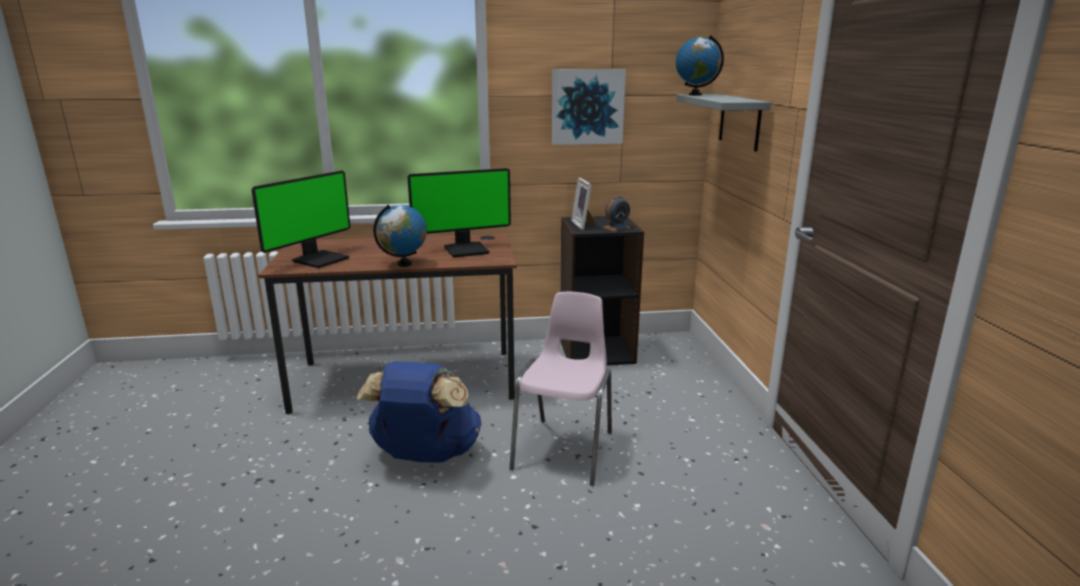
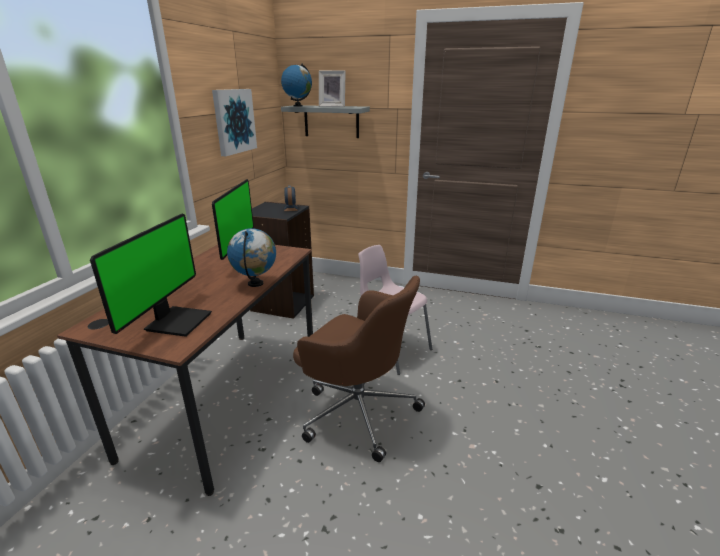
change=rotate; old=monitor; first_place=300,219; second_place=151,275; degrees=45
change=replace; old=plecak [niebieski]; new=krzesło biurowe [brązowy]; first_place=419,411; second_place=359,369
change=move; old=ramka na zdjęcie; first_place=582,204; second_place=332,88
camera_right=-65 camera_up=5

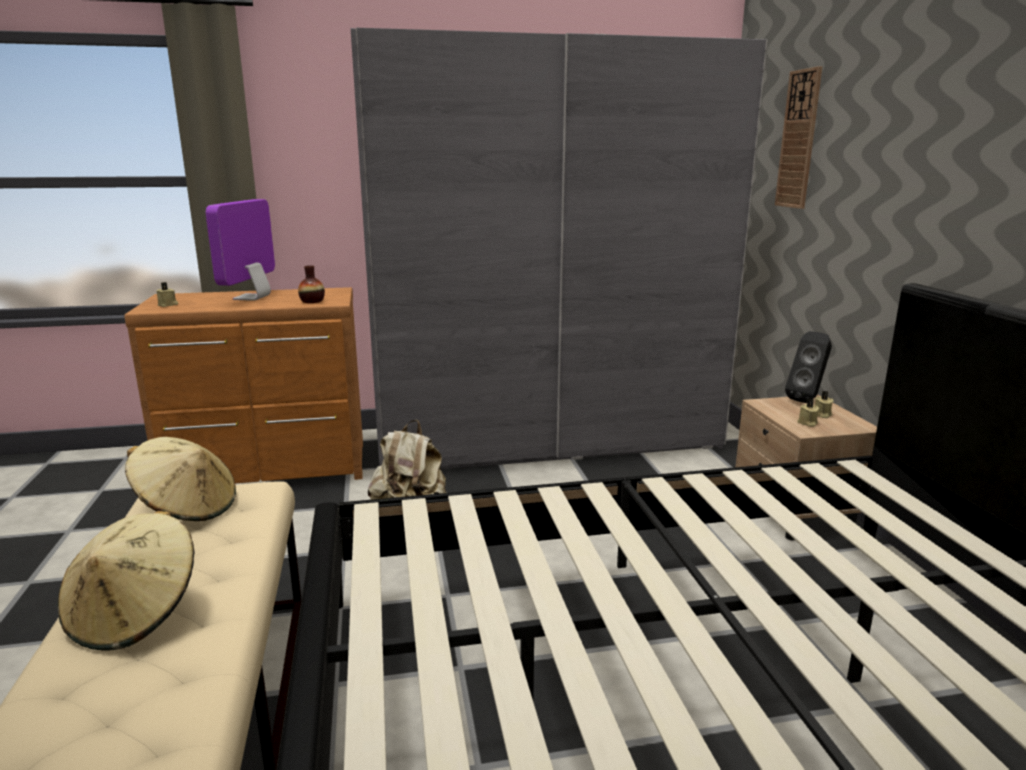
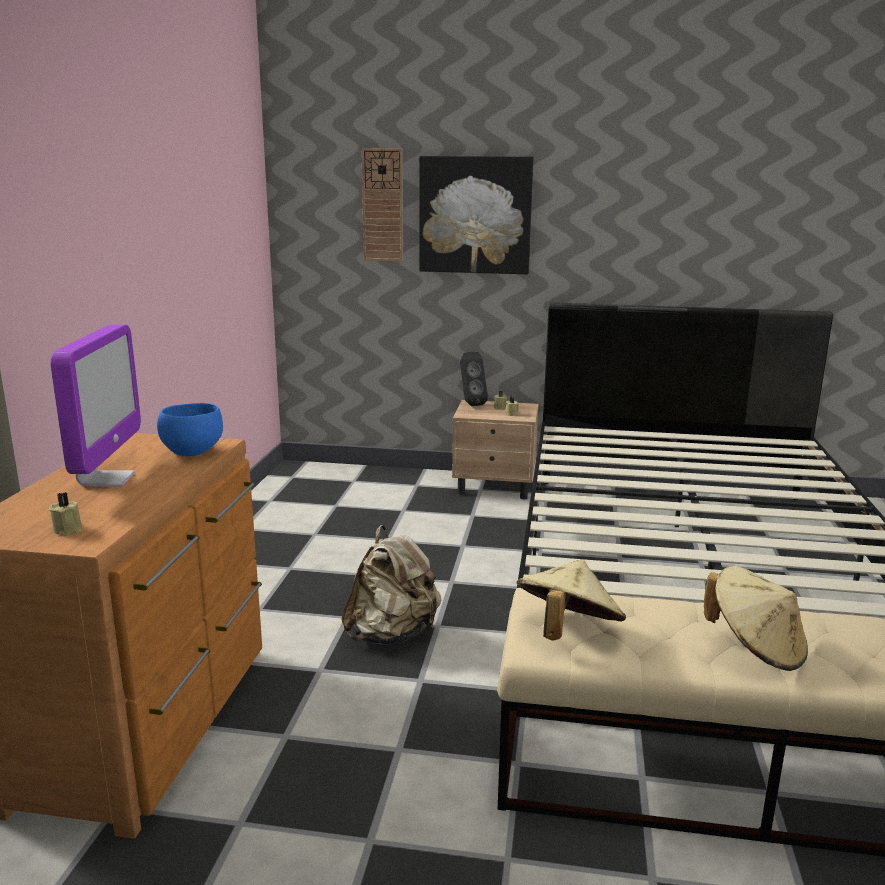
change=rotate; old=monitor; first_place=240,250; second_place=95,405; degrees=-120
change=replace; old=wazon; new=miska [niebieski]; first_place=311,284; second_place=190,429
change=insert; new=obraz; second_place=476,215
change=delete; old=szafa [szary]; first_place=559,248
camera_right=-70 camera_up=0

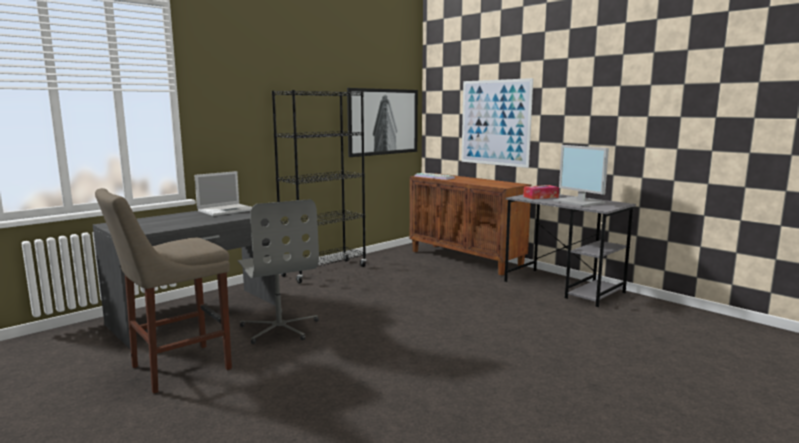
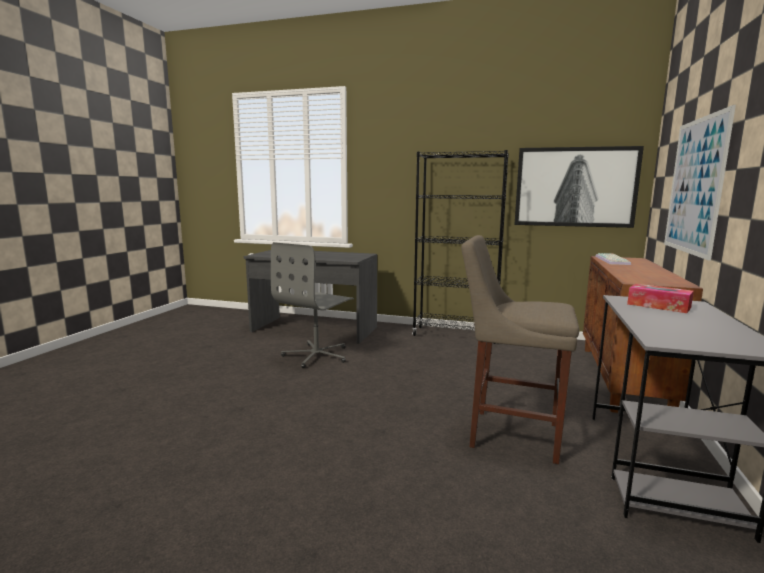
change=move; old=stołek [beżowy]; first_place=163,291; second_place=520,349
change=delete; old=laptop; first_place=223,193
change=delete; old=monitor; first_place=581,176
camera_right=60 camera_up=0

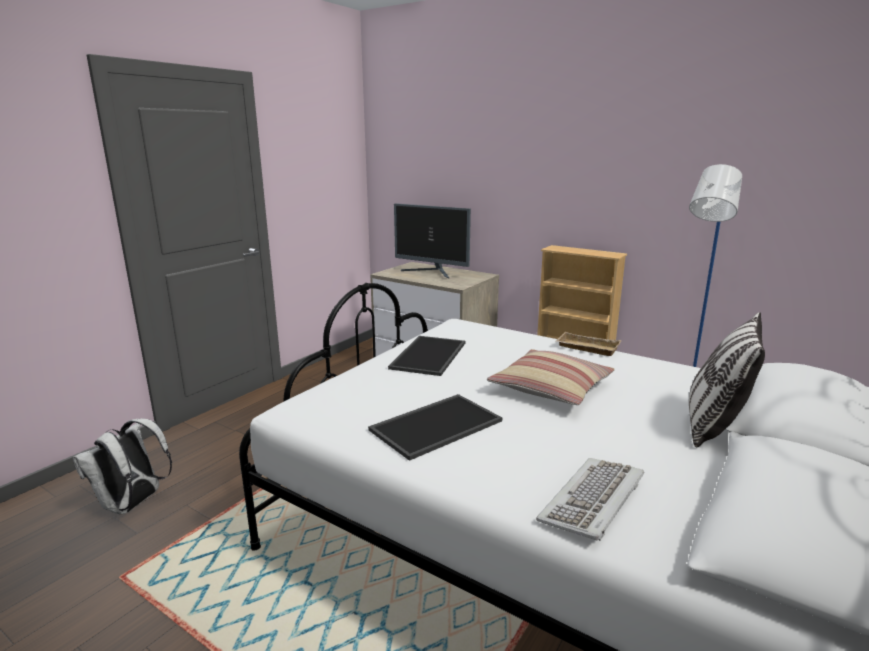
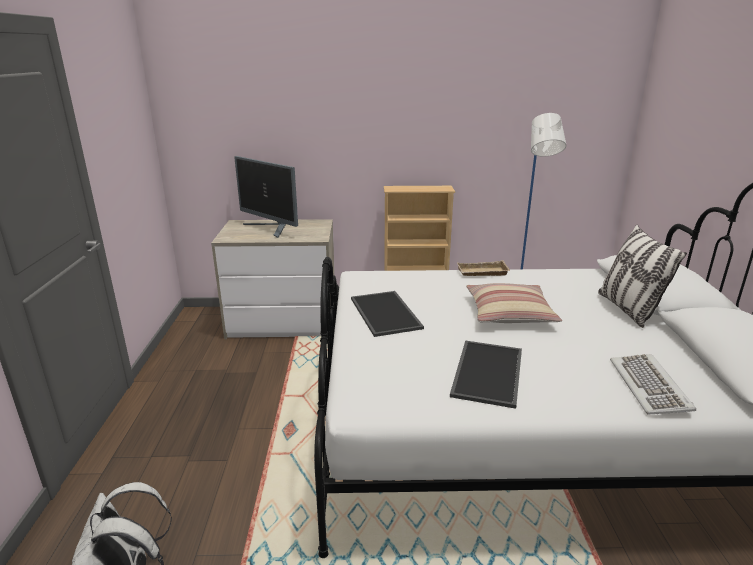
change=rotate; old=monitor; first_place=432,241; second_place=266,197; degrees=45
camera_right=-35 camera_up=5

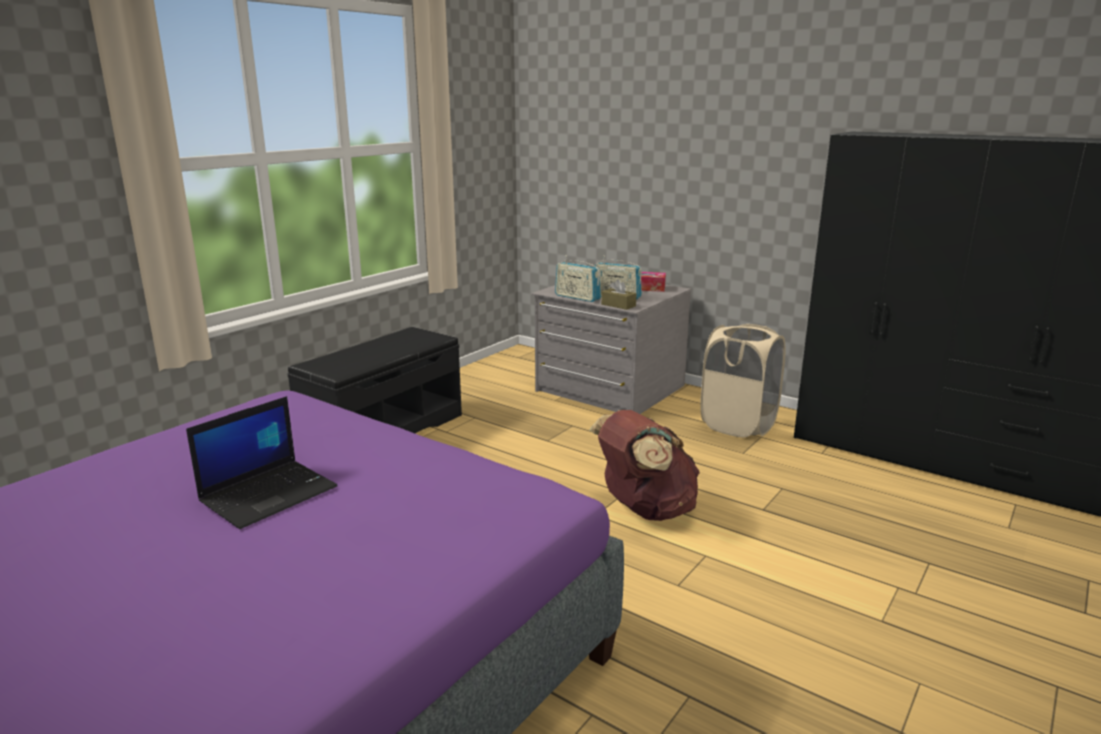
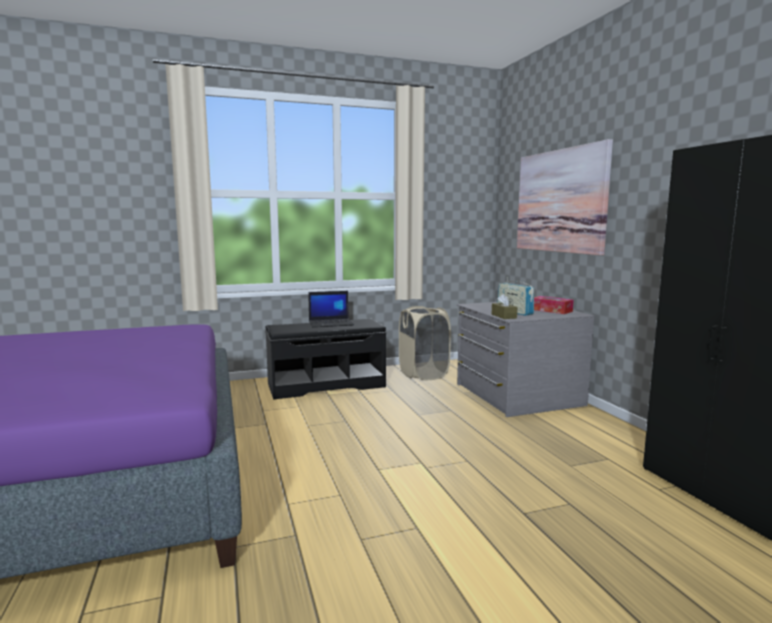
change=move; old=laptop; first_place=262,462; second_place=331,309
change=move; old=kosz na pranie [beżowy]; first_place=743,380; second_place=425,343
change=insert; new=obraz; second_place=565,197
change=delete; old=radio; first_place=578,278
change=delete; old=plecak [brązowy]; first_place=644,465
camera_right=35 camera_up=-10

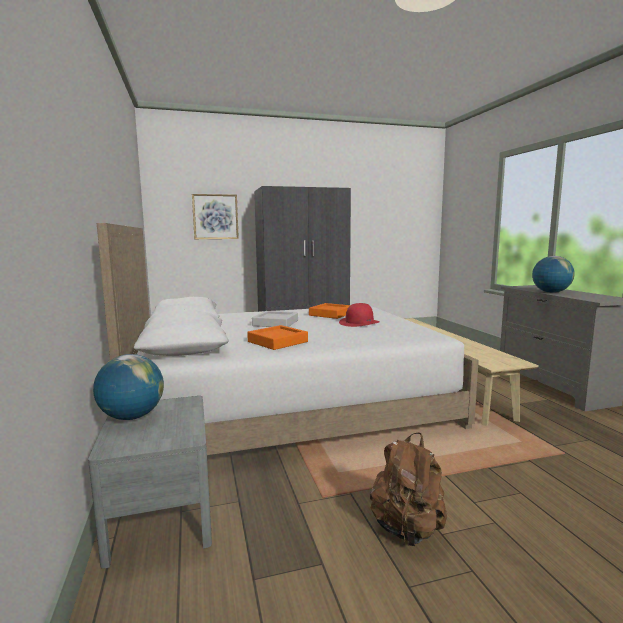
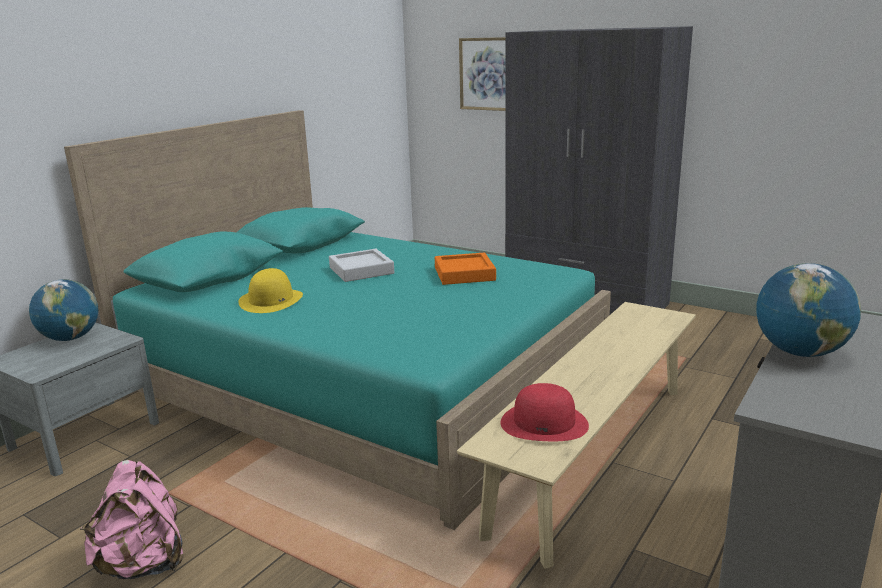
change=recolor; old=łóżko [biały]; new=łóżko [turkusowy]; first_place=288,339; second_place=337,320
change=recolor; old=plecak [brązowy]; new=plecak [różowy]; first_place=408,489; second_place=131,519
change=replace; old=taca [pomarańczowy]; new=kapelusz [żółty]; first_place=277,337; second_place=270,290
change=move; old=kapelusz [czerwony]; first_place=359,315; second_place=545,412
camera_right=50 camera_up=10

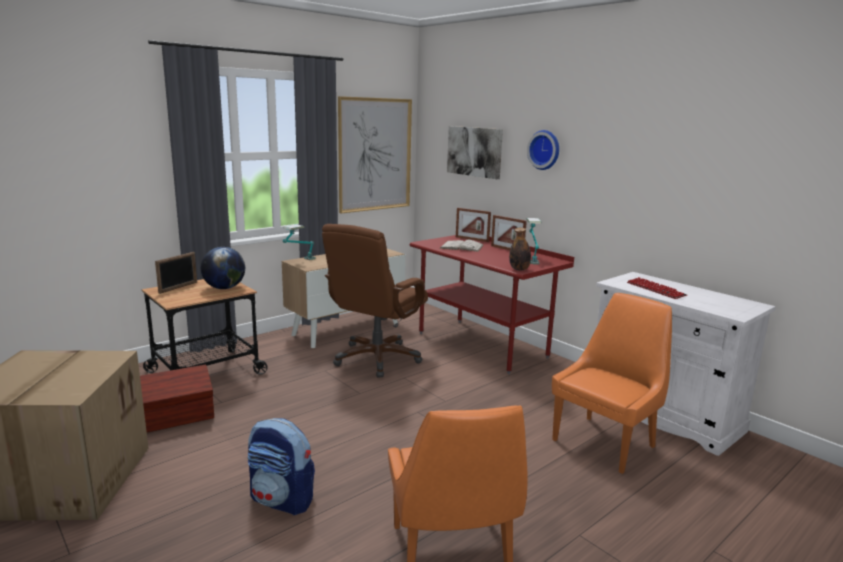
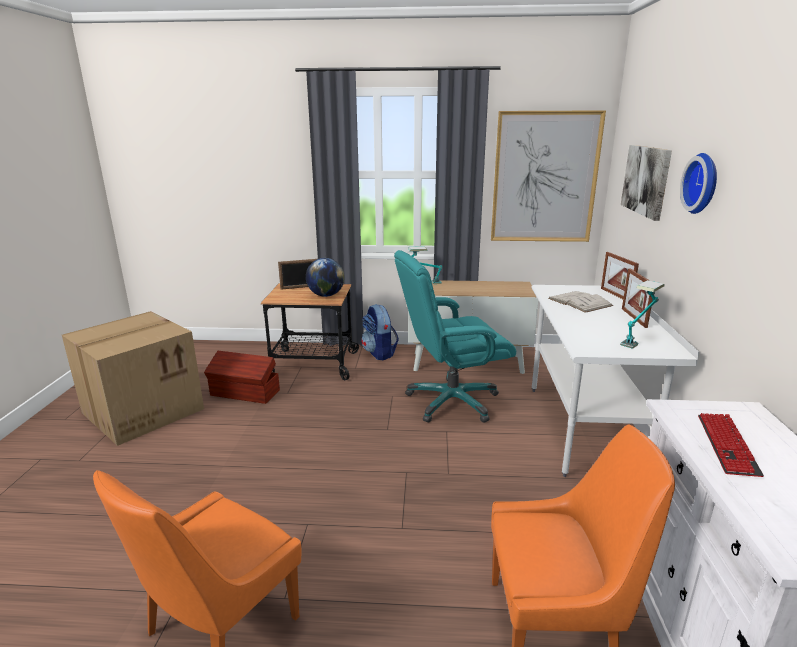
change=move; old=plecak; first_place=281,466; second_place=380,332
change=recolor; old=krzesło biurowe [brązowy]; new=krzesło biurowe [turkusowy]; first_place=375,300; second_place=455,336
change=recolor; old=biurko [czerwony]; new=biurko [biały]; first_place=492,304; second_place=615,381
change=delete; old=butelka; first_place=520,249
camera_right=45 camera_up=5

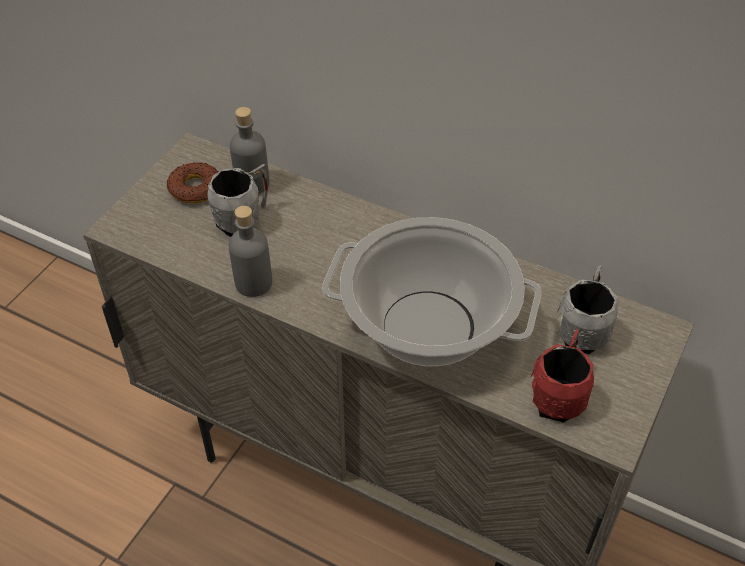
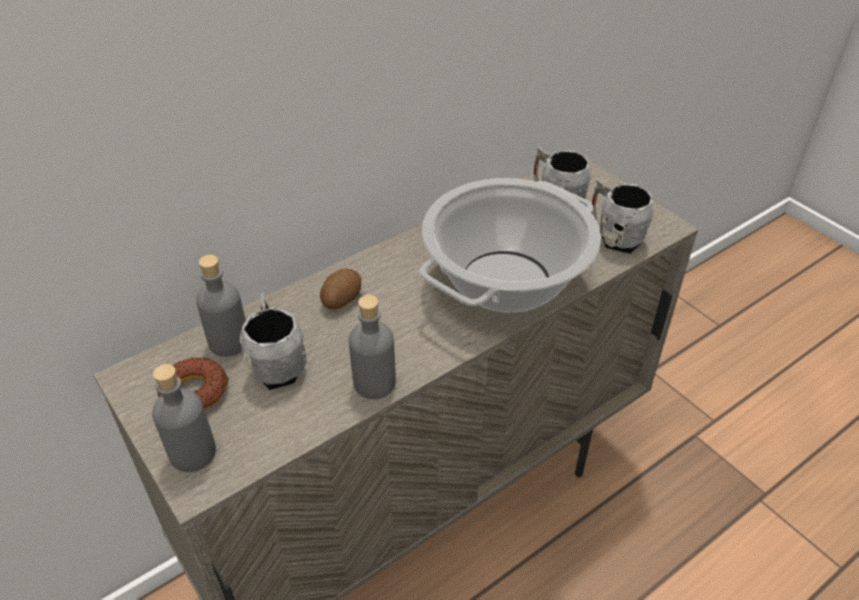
change=insert; new=butelka [szary]; second_place=184,418
change=insert; new=ziemniak; second_place=340,288
change=recolor; old=kubek [czerwony]; new=kubek [szary]; first_place=562,376; second_place=623,216
camera_right=-65 camera_up=-5

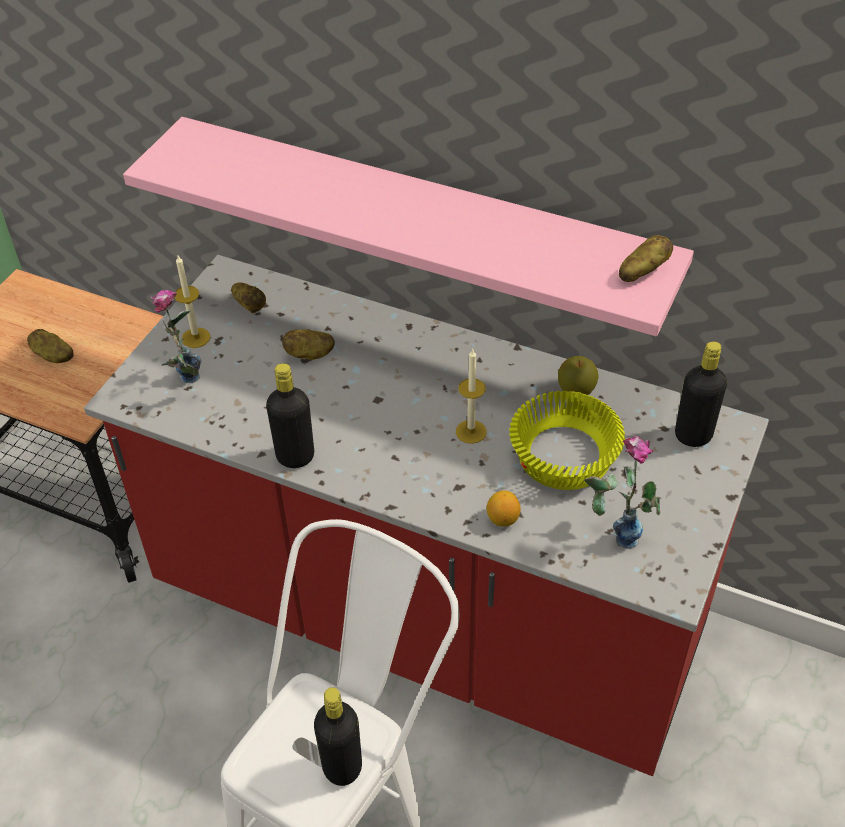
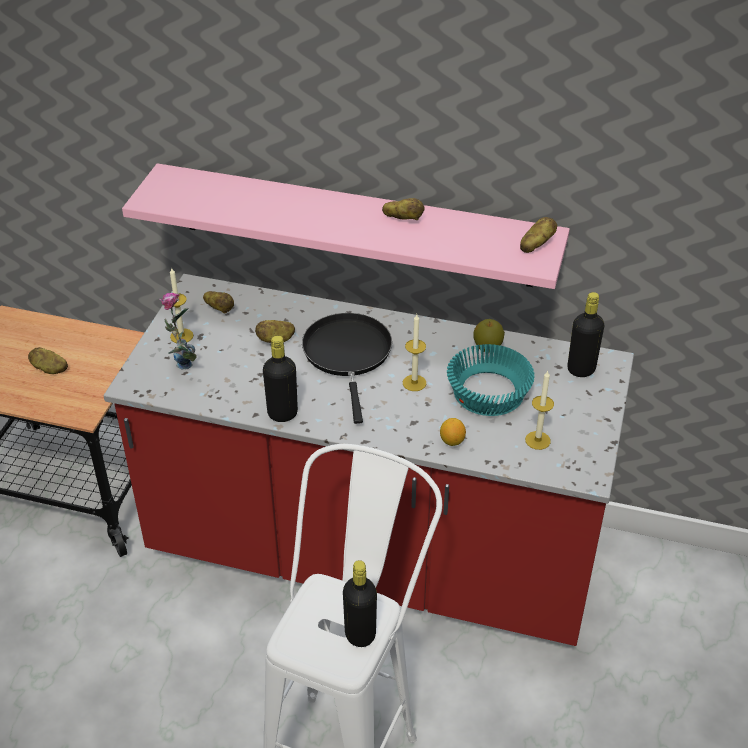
change=insert; new=patelnia [czarny]; second_place=347,368
change=insert; new=ziemniak; second_place=403,209
change=recolor; old=miska [żółty]; new=miska [turkusowy]; first_place=567,440; second_place=491,380
change=replace; old=wazon; new=świeca; first_place=622,492; second_place=539,410
camera_right=-10 camera_up=-5

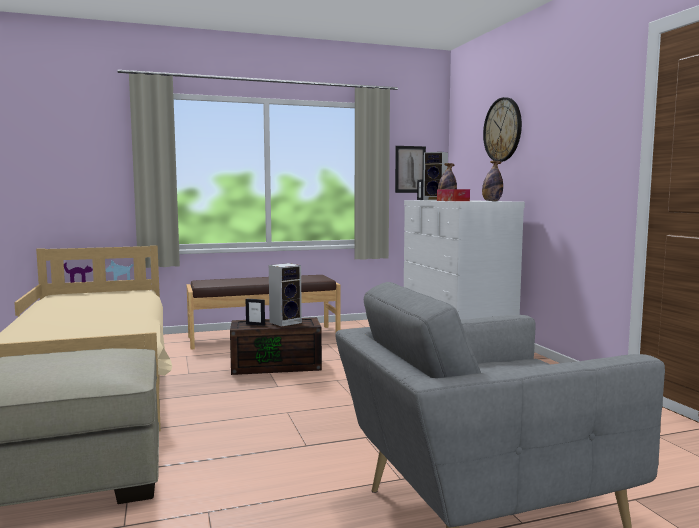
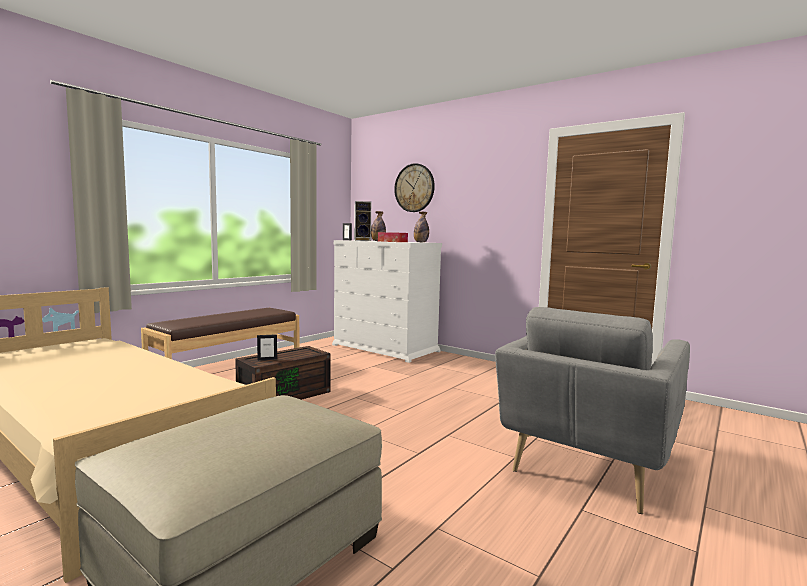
change=delete; old=głośnik; first_place=285,295
change=delete; old=obraz; first_place=410,169
camera_right=-35 camera_up=0

